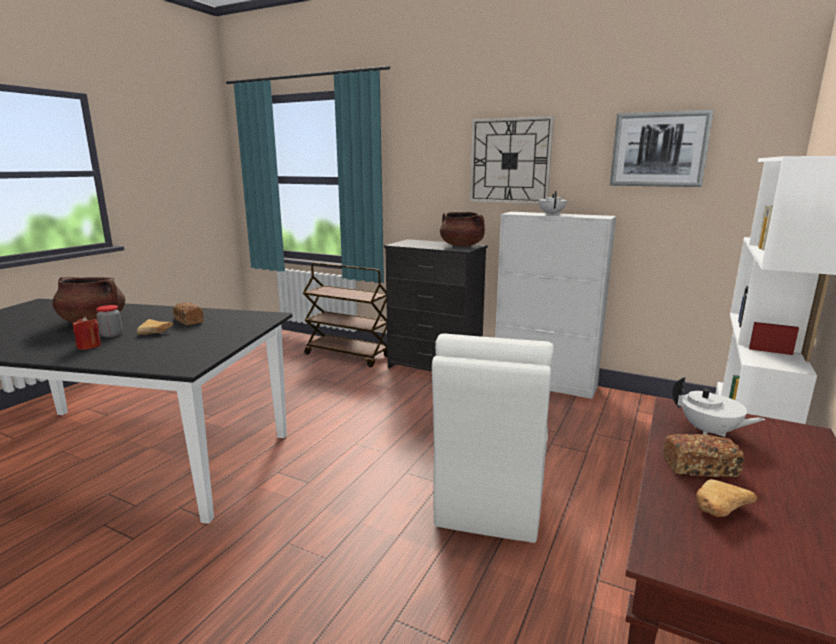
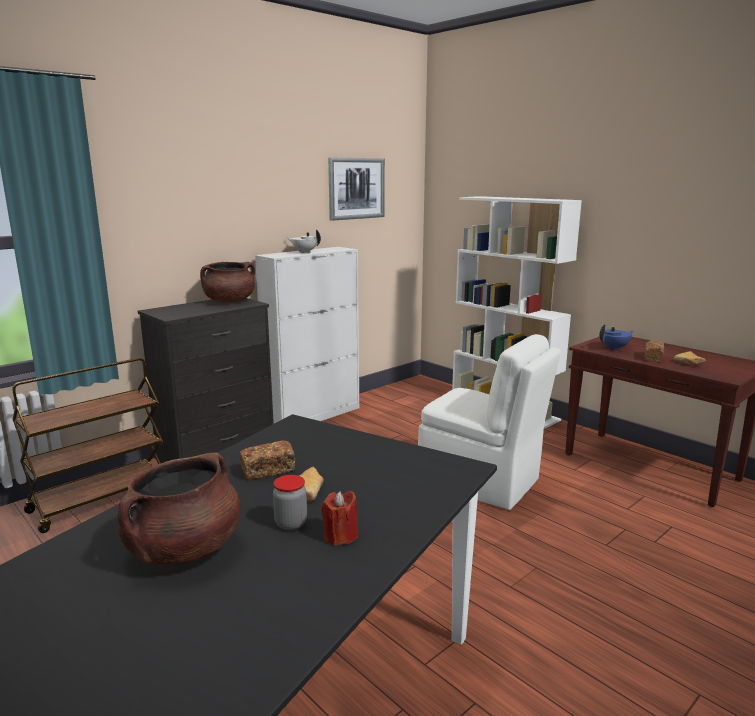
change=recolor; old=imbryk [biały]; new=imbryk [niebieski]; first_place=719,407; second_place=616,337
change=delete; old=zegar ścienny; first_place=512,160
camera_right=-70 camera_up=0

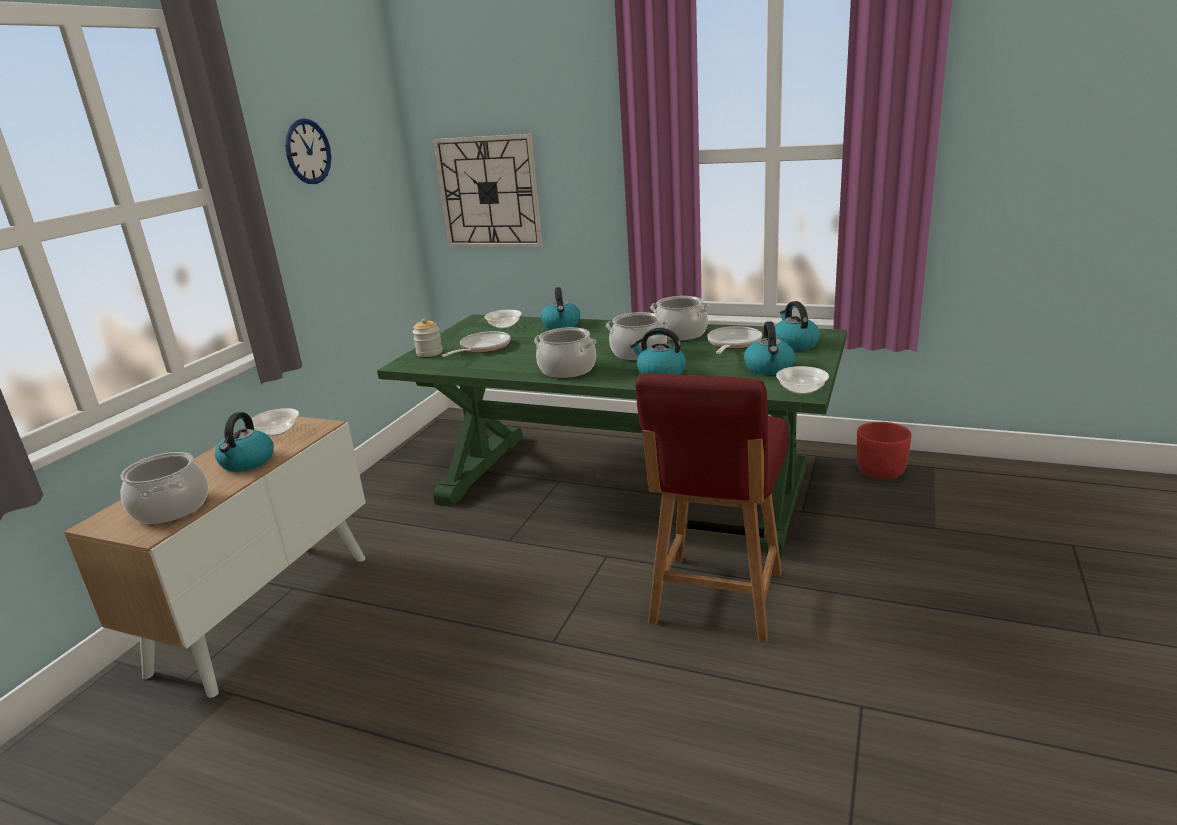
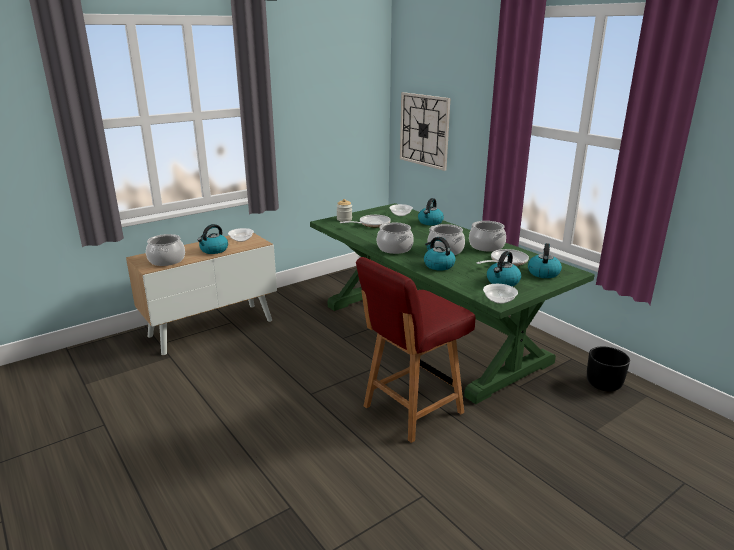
change=recolor; old=donica [czerwony]; new=donica [czarny]; first_place=884,450; second_place=608,368
change=delete; old=zegar ścienny; first_place=308,151
camera_right=30 camera_up=0

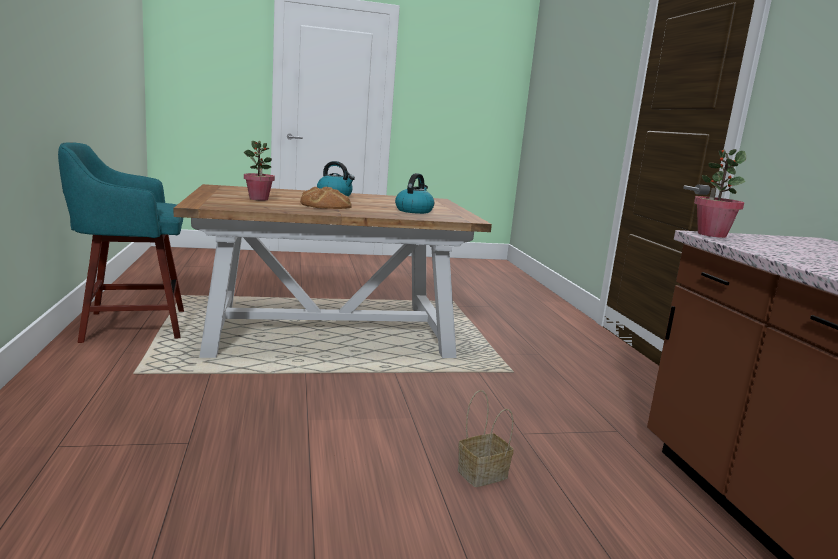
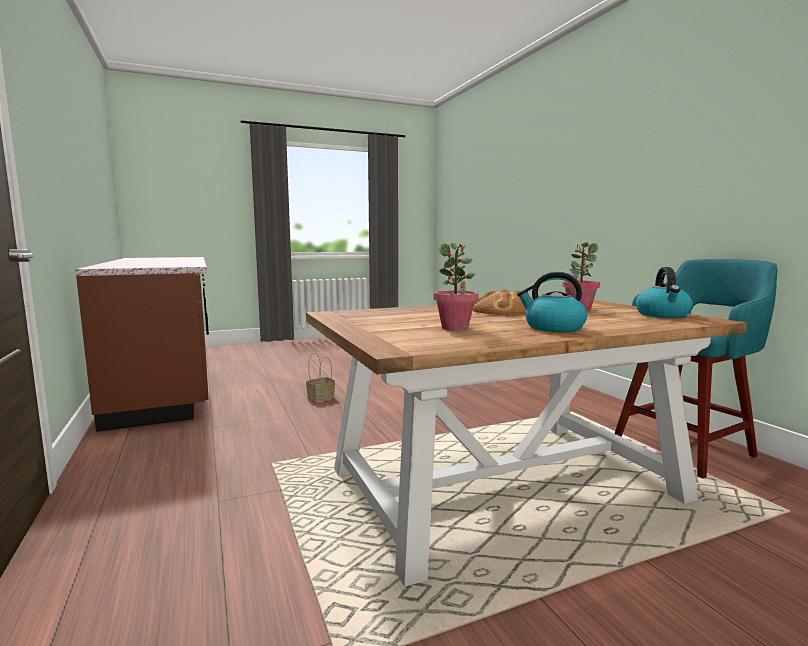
change=move; old=roślina doniczkowa; first_place=720,193; second_place=455,286
change=move; old=czajnik; first_place=414,193; second_place=664,292
camera_right=170 camera_up=-5

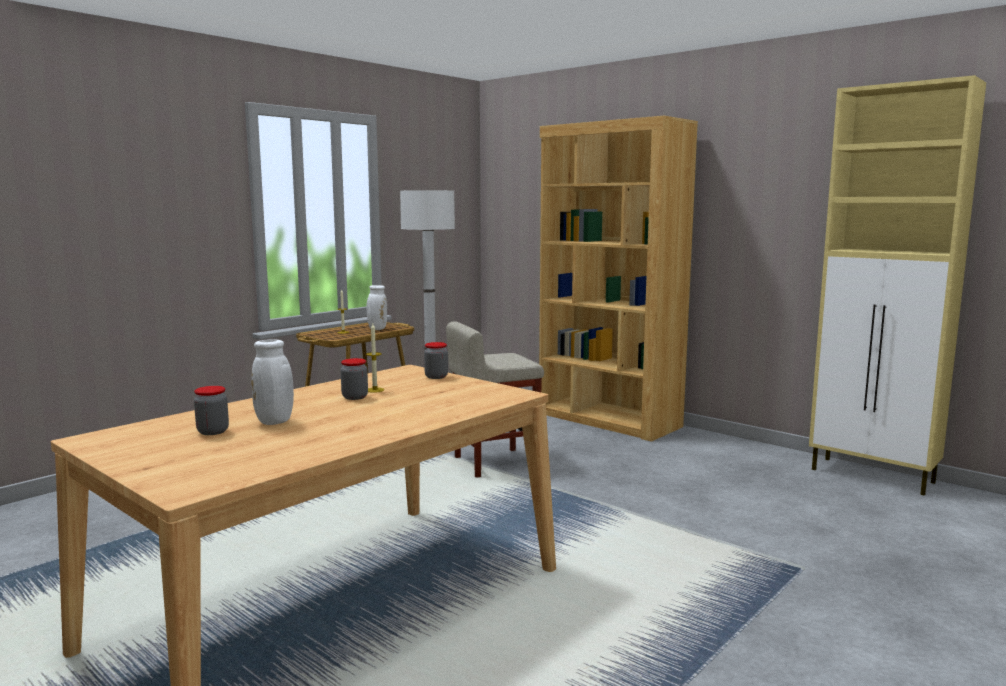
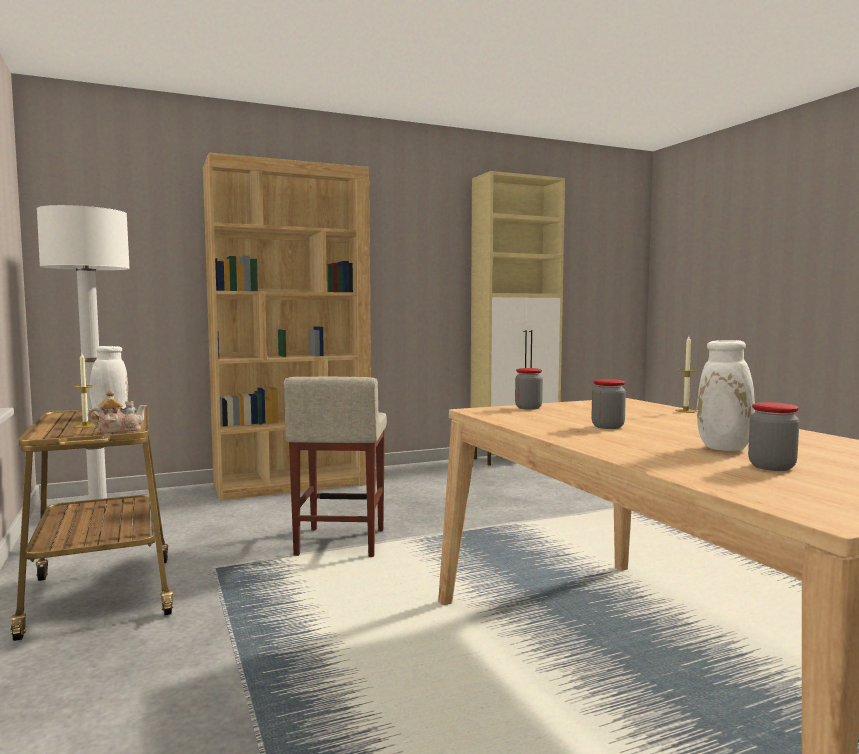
change=insert; new=imbryk; second_place=117,411
change=move; old=świeca; first_place=375,358; second_place=686,374
camera_right=-65 camera_up=-5

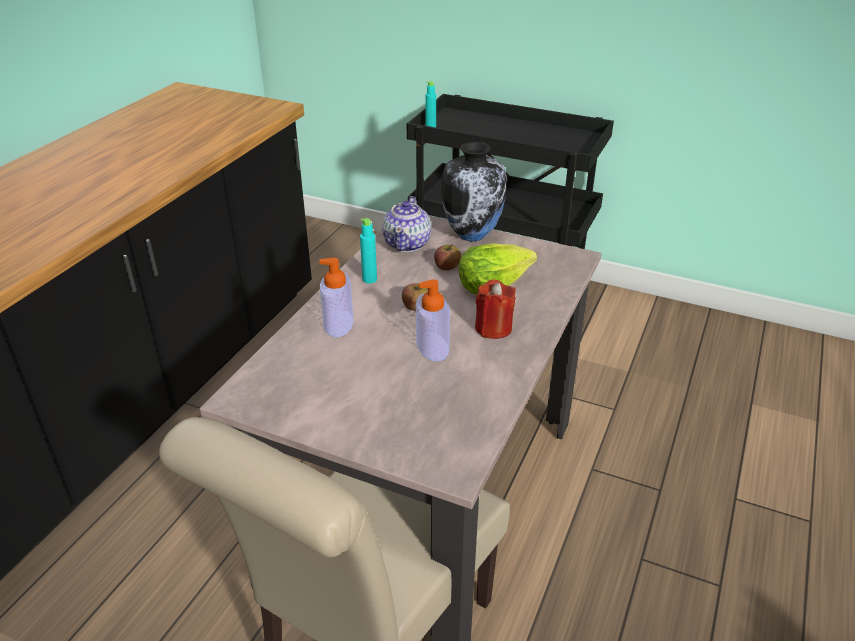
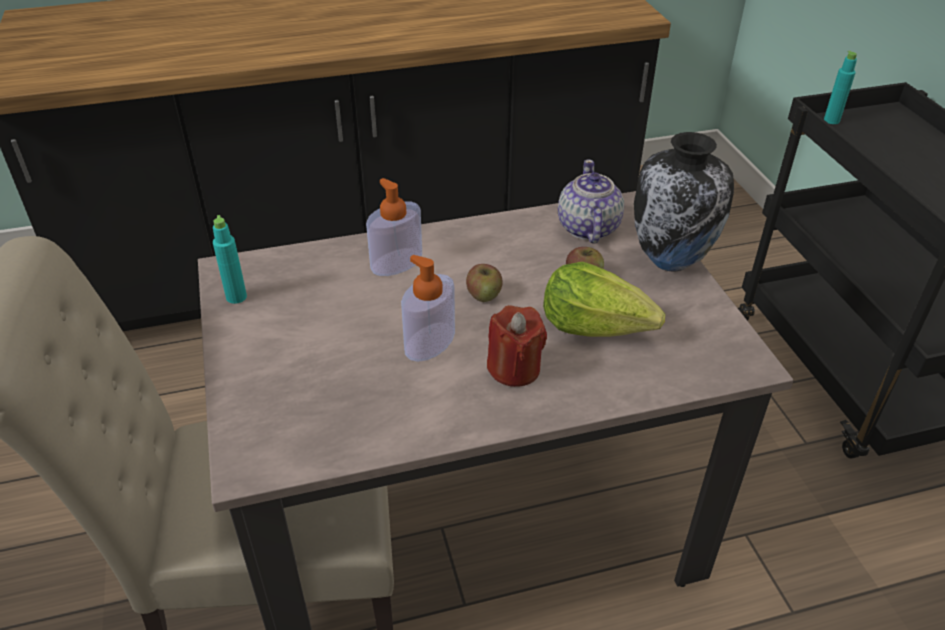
change=move; old=butelka [turkusowy]; first_place=368,250; second_place=230,259
change=rotate; old=imbryk; first_place=406,224; second_place=591,202; degrees=120
camera_right=50 camera_up=5

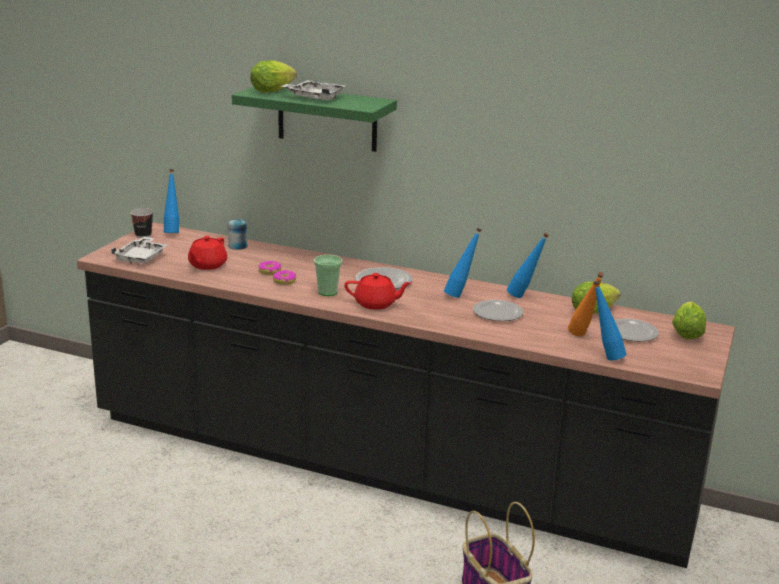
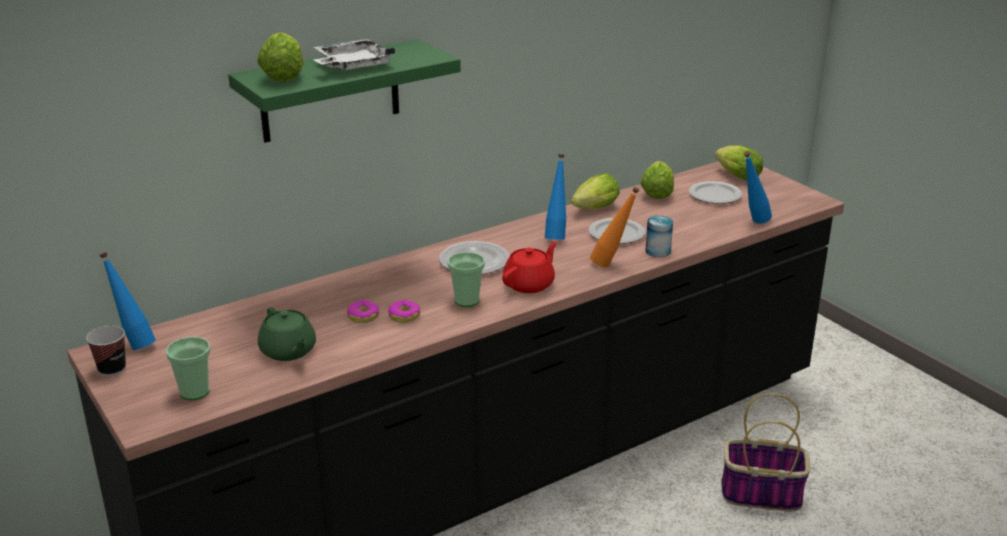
change=replace; old=taca [biały]; new=filiżanka; first_place=139,250; second_place=188,368
change=recolor; old=imbryk [czerwony]; new=imbryk [zielony]; first_place=207,253; second_place=287,334
change=replace; old=butelka [niebieski]; new=sałata; first_place=528,265; second_place=595,191
change=move; old=butelka [pomarańczowy]; first_place=586,304; second_place=614,227
change=move; old=puszka; first_place=237,234; second_place=659,236
camera_right=-55 camera_up=5

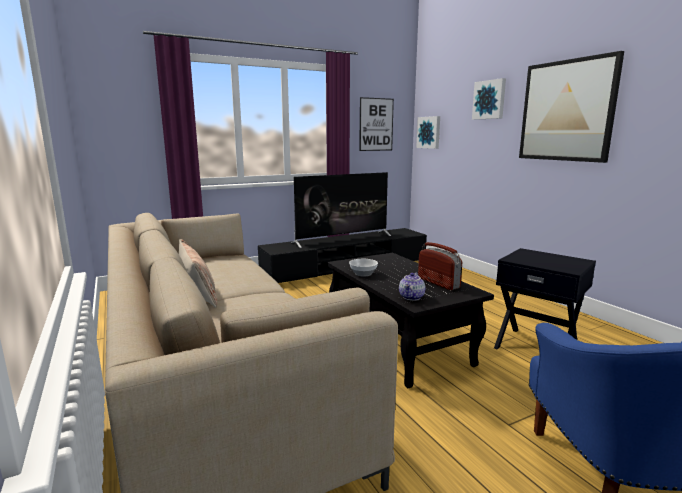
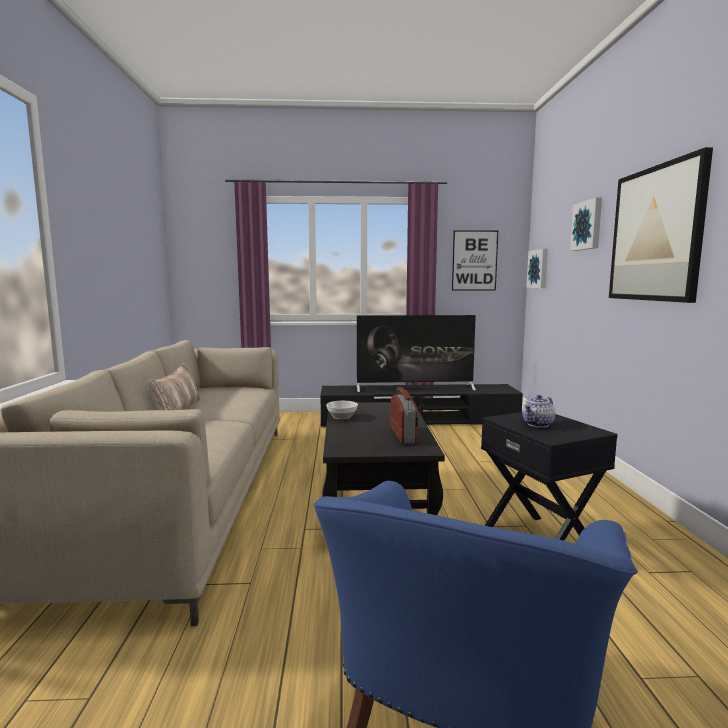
change=move; old=imbryk; first_place=412,287; second_place=538,411
camera_right=25 camera_up=-5

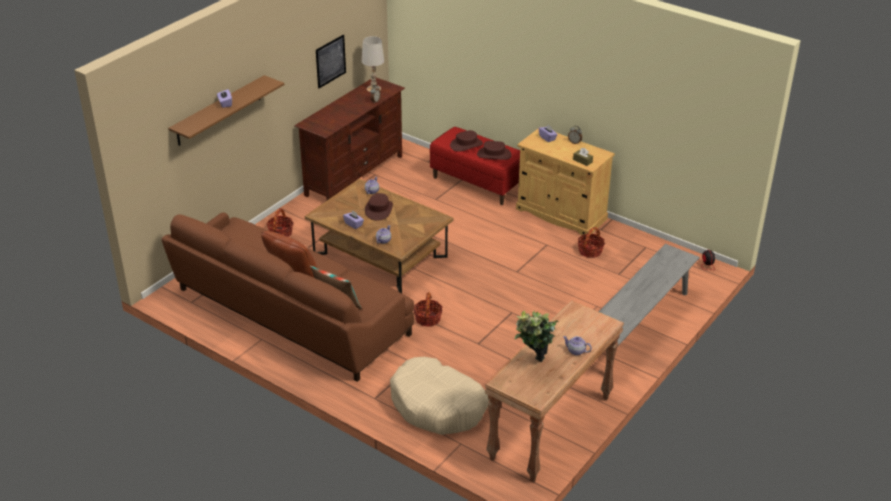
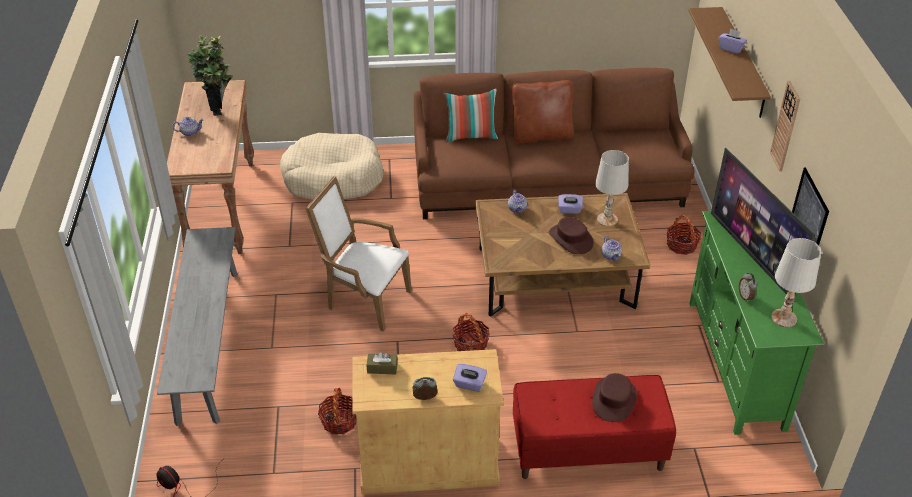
change=insert; new=fotel [biały]; second_place=358,254
change=move; old=koszyk; first_place=428,309; second_place=471,332
change=insert; new=lampa stołowa [biały]; second_place=612,188
change=recolor; old=szafka pod telewizor [brązowy]; new=szafka pod telewizor [zielony]; first_place=349,138; second_place=757,323
change=insert; new=telewizor; second_place=762,221
change=insert; new=zegar ścienny; second_place=785,126
change=delete; old=kapelusz [brązowy]; first_place=494,150
camera_right=140 camera_up=5

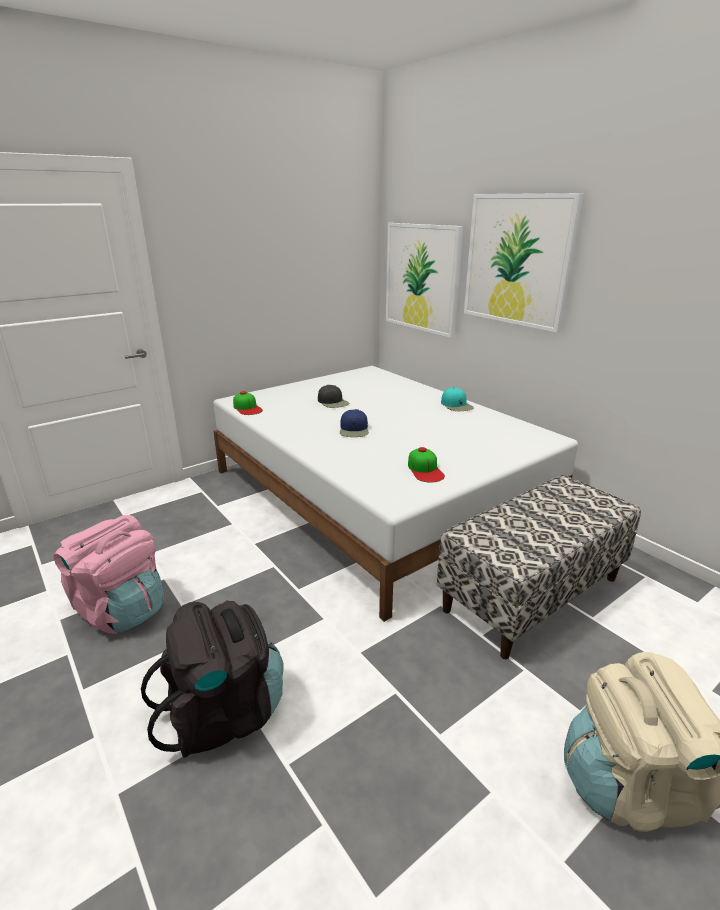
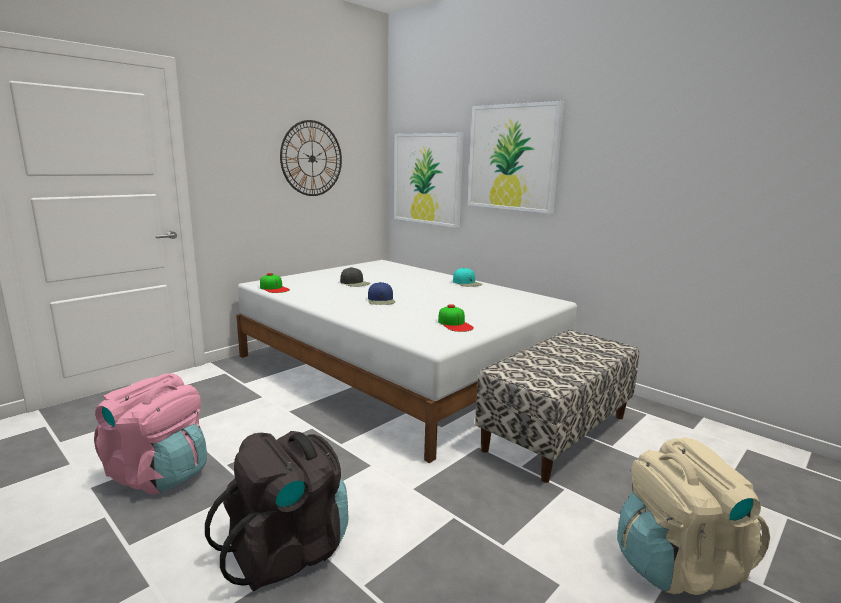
change=insert; new=zegar ścienny; second_place=311,158
camera_right=-10 camera_up=-10

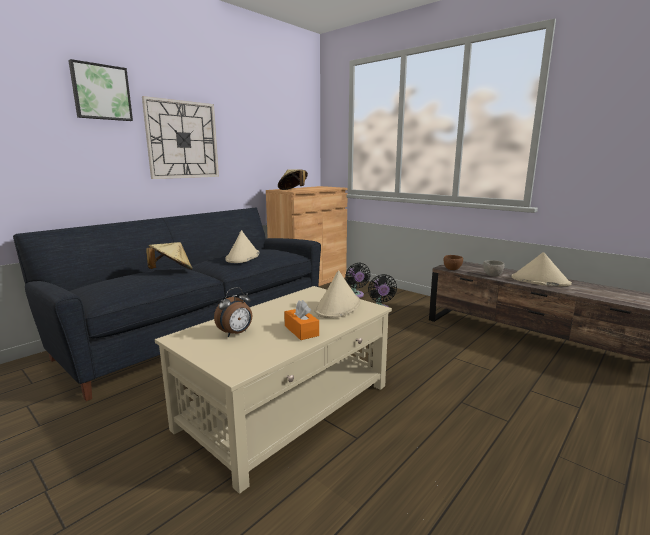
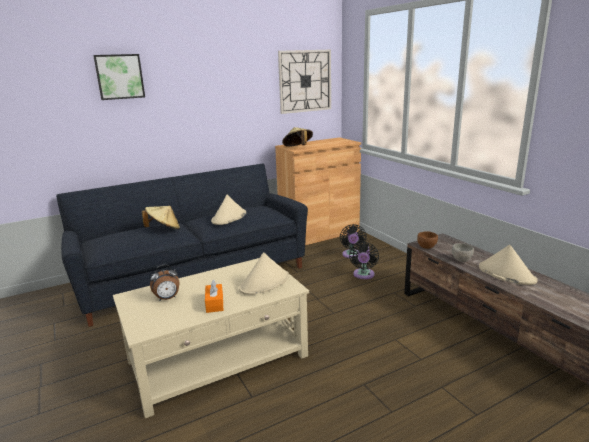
change=move; old=zegar ścienny; first_place=180,137; second_place=304,82
camera_right=20 camera_up=5

